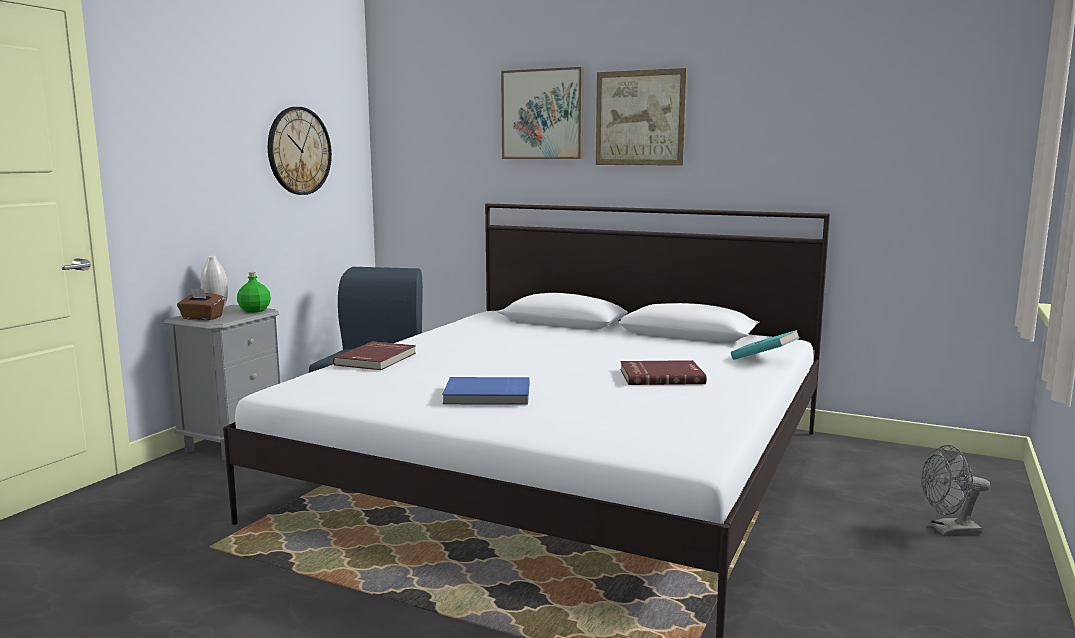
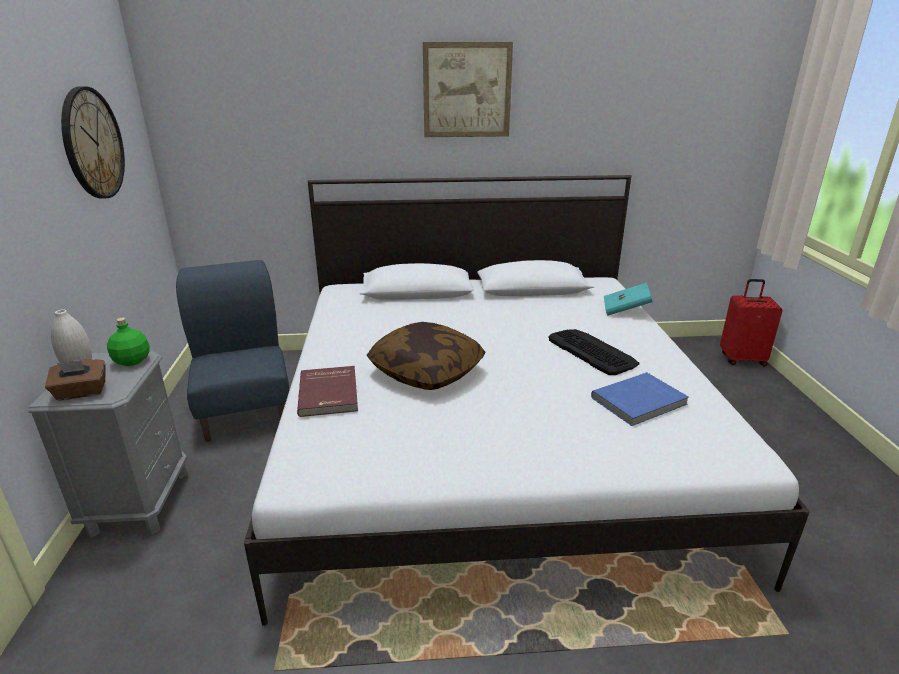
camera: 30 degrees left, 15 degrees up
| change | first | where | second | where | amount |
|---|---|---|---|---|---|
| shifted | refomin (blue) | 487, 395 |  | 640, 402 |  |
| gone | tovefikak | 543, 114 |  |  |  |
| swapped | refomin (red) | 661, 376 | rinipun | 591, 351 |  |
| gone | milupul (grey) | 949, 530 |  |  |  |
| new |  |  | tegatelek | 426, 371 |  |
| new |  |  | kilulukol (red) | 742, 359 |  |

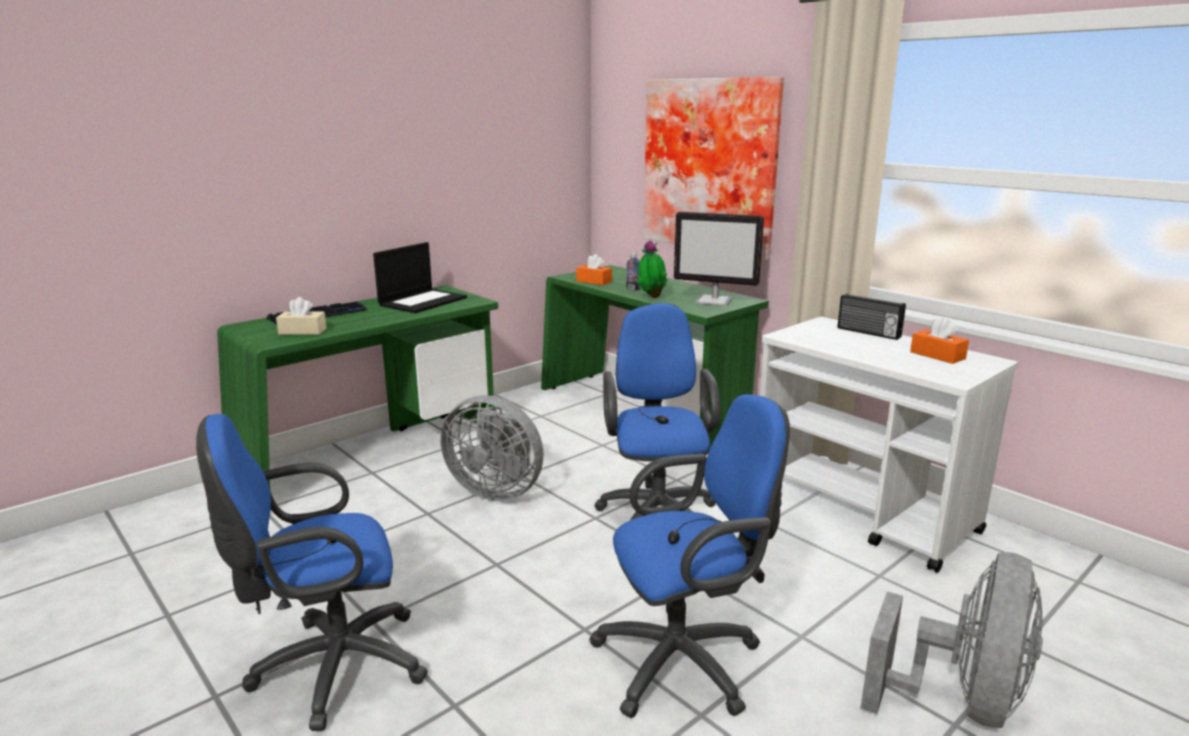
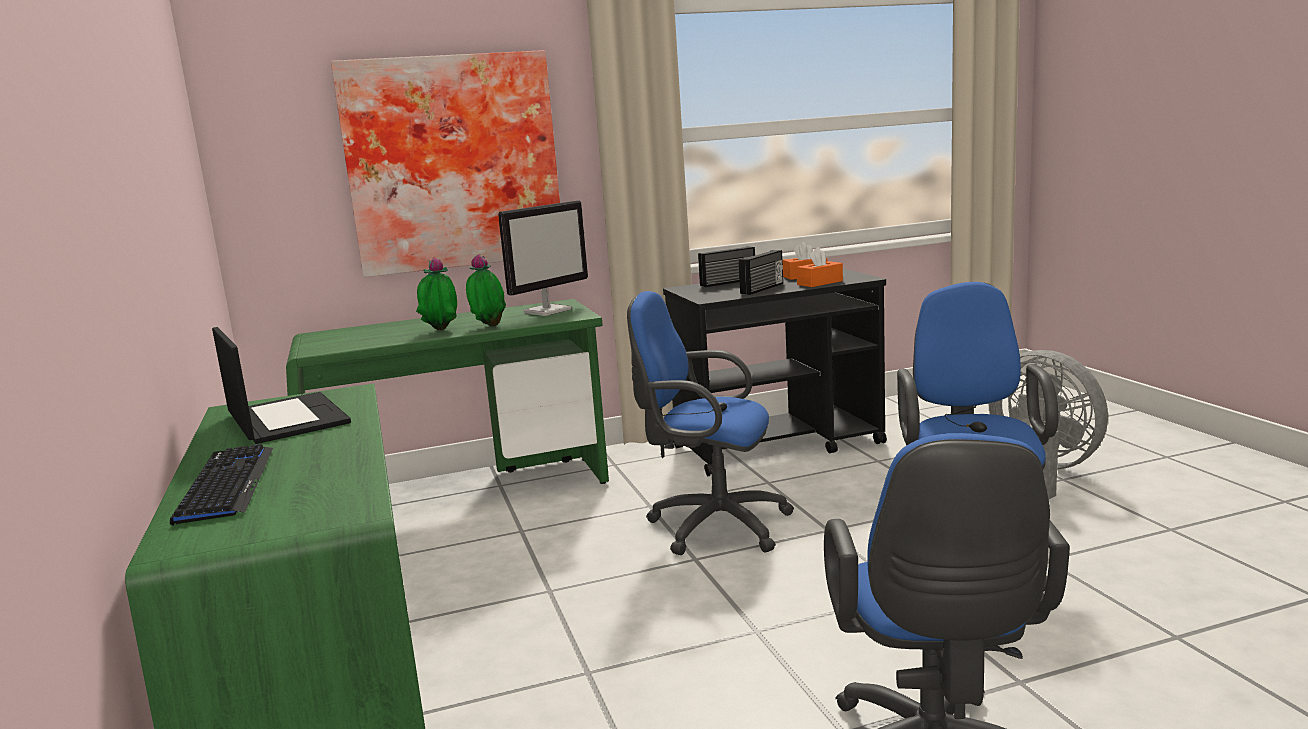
camera: 65 degrees left, 5 degrees down
| change | first | where | second | where | amount |
|---|---|---|---|---|---|
| gone | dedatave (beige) | 302, 331 |  |  |  |
| gone | milupul (grey) | 497, 490 |  |  |  |
| shifted | dedatave (orange) | 594, 281 |  | 820, 283 |  |
| swapped | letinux | 633, 289 | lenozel | 440, 331 |  |
| repainted | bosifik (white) | 863, 512 | bosifik (black) | 779, 445 |  |
| new |  |  | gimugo | 763, 288 |  |

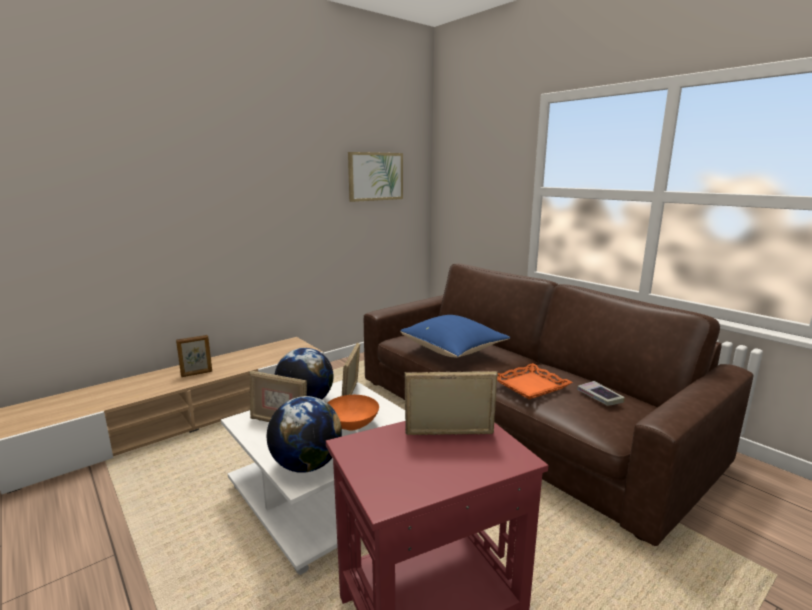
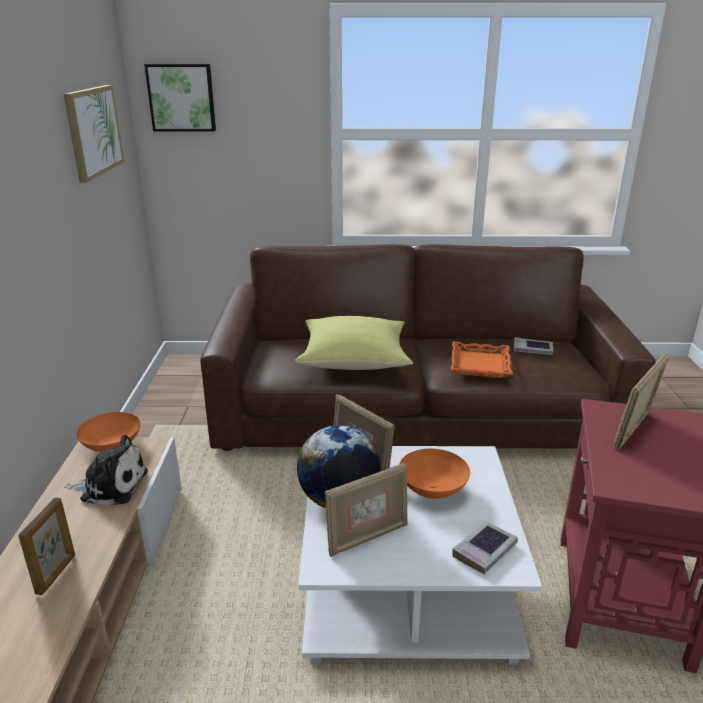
camera: 50 degrees left, 10 degrees up
| change | first | where | second | where | amount |
|---|---|---|---|---|---|
| swapped | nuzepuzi | 306, 465 | refomin | 484, 551 |  |
| repainted | tegatelek (blue) | 454, 351 | tegatelek (yellow) | 355, 361 |  |
| new |  |  | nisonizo | 111, 485 |  |
| new |  |  | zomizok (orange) | 113, 447 |  |
| new |  |  | tovefikak | 182, 97 |  |

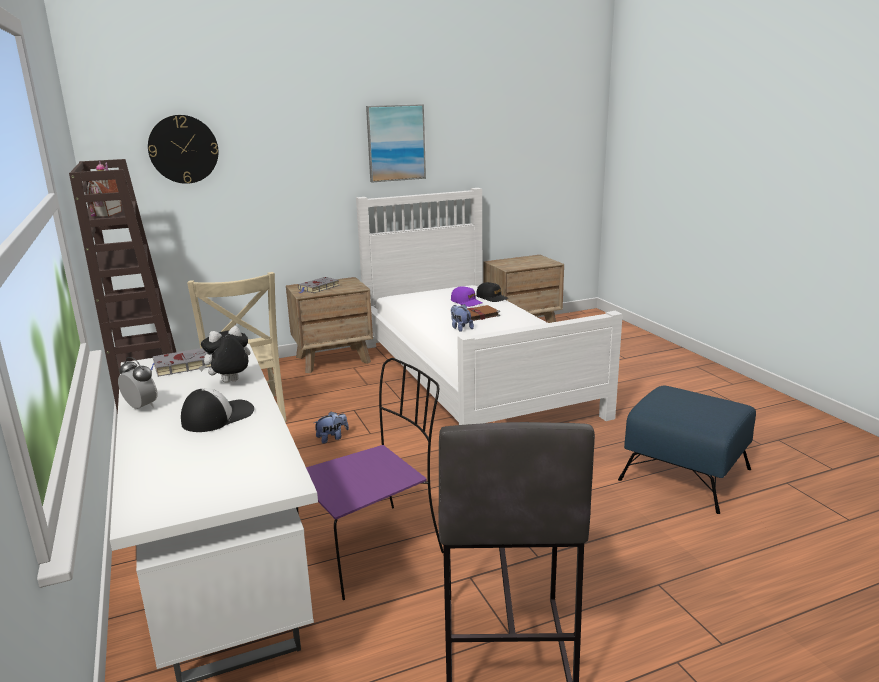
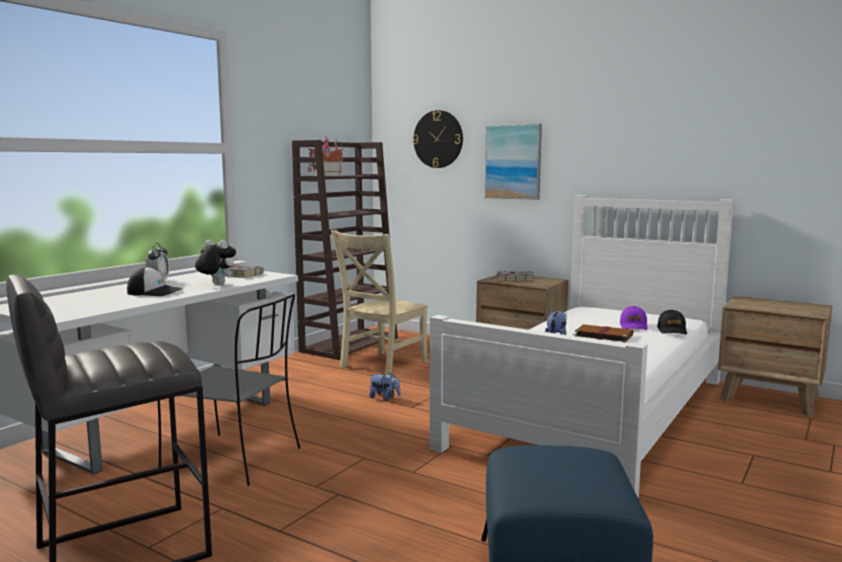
camera: 55 degrees right, 10 degrees down
| change | first | where | second | where | amount |
|---|---|---|---|---|---|
| repainted | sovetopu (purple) | 373, 548 | sovetopu (grey) | 235, 459 |  |
| shifted | tovefikak | 396, 143 |  | 513, 161 |  |

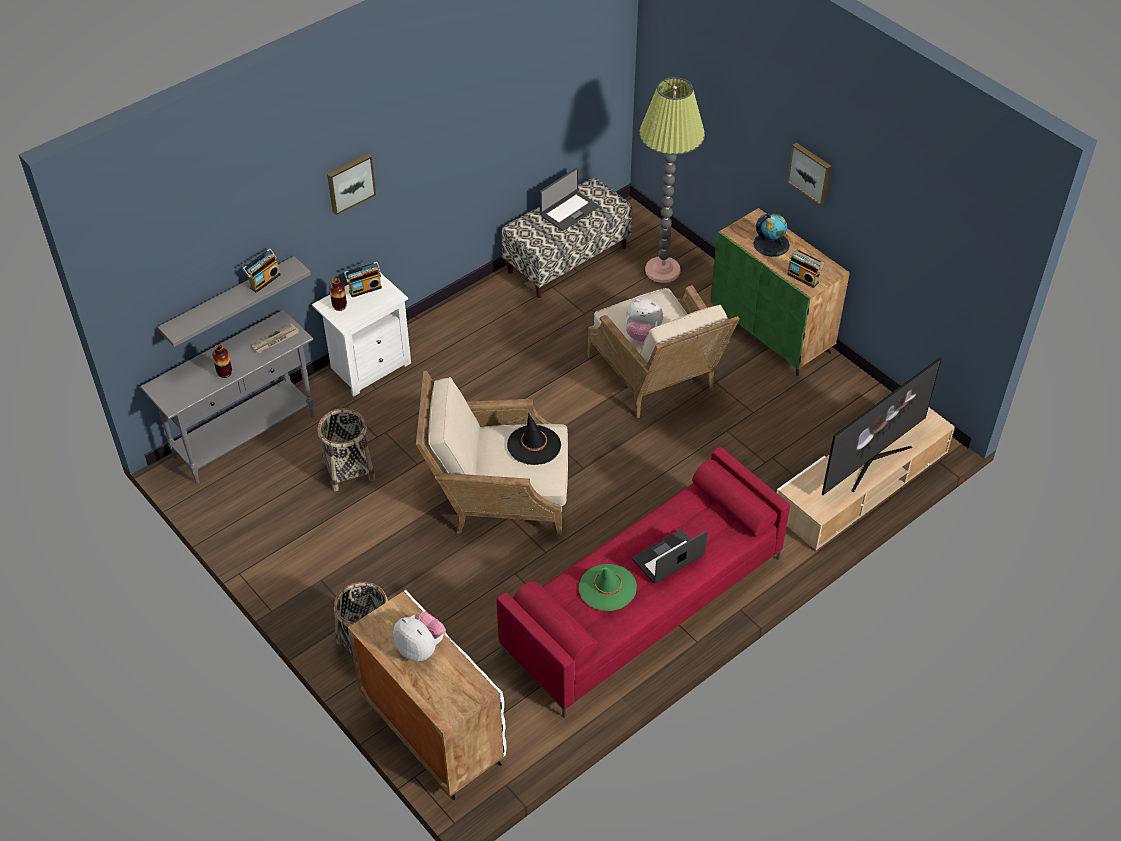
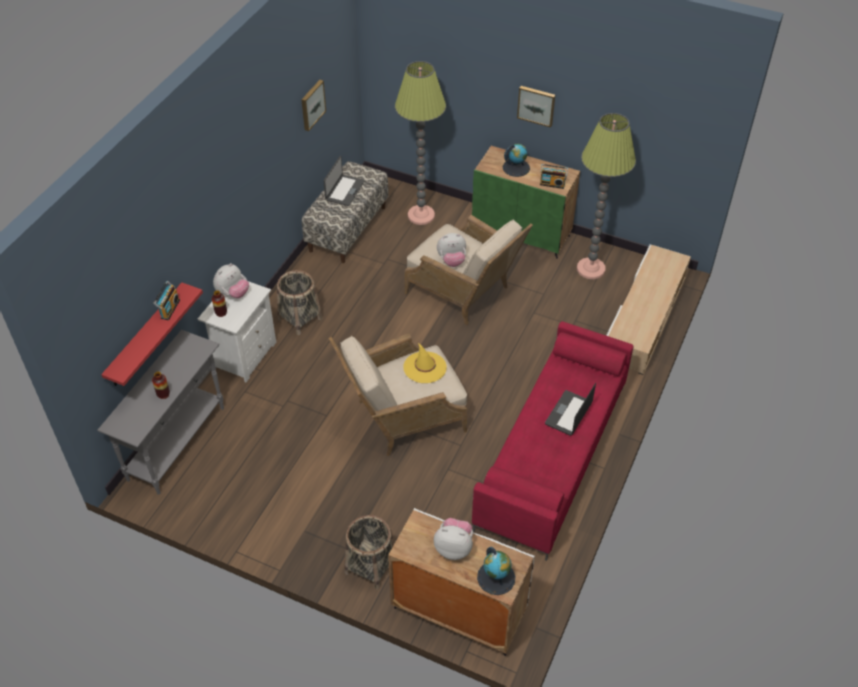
camera: 25 degrees left, 0 degrees up
| change | first | where | second | where | amount |
|---|---|---|---|---|---|
| repainted | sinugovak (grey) | 229, 302 | sinugovak (red) | 145, 336 |  |
| gone | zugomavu | 275, 340 |  |  |  |
| shifted | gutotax | 349, 470 |  | 300, 319 |  |
| shifted | tovefikak | 350, 182 |  | 312, 104 |  |
| swapped | gimugo | 364, 289 | nisonizo | 233, 293 |  |
| repainted | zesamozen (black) | 534, 445 | zesamozen (yellow) | 425, 367 |  |
| gone | zesamozen (green) | 607, 588 |  |  |  |
| gone | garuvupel | 871, 461 |  |  |  |
| new |  |  | nuzepuzi | 496, 577 |  |
| new |  |  | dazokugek | 591, 269 |  |

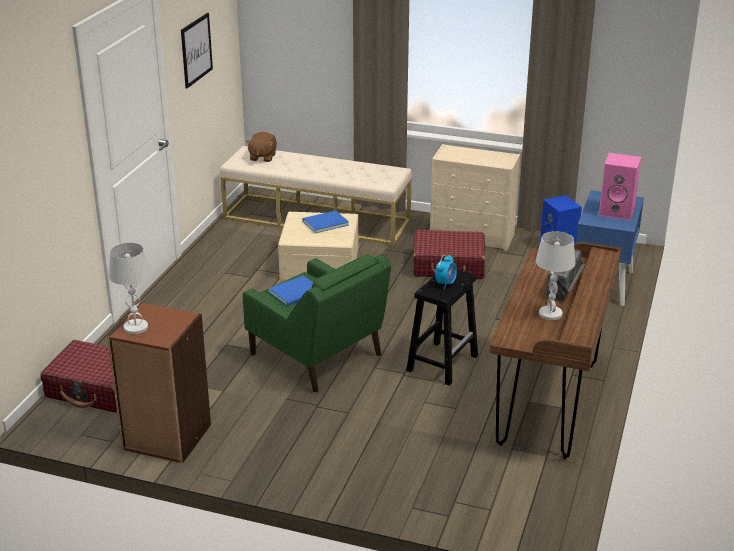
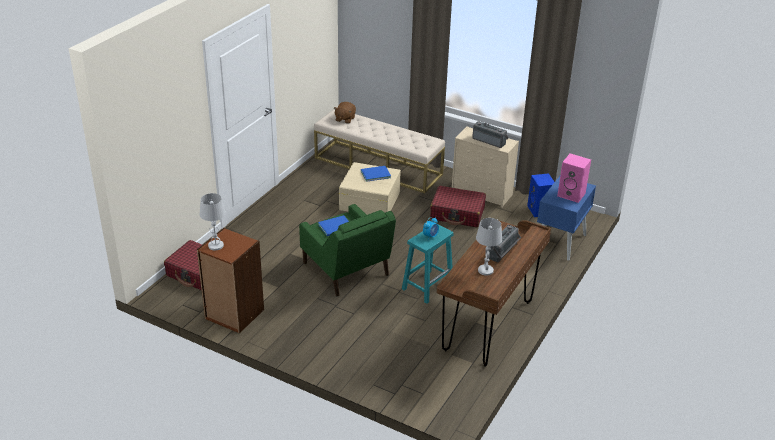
camera: 10 degrees right, 5 degrees up
| change | first | where | second | where | amount |
|---|---|---|---|---|---|
| gone | tovefikak | 196, 50 |  |  |  |
| repainted | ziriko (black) | 442, 362 | ziriko (turquoise) | 428, 286 |  |
| new |  |  | gimugo | 489, 141 |  |

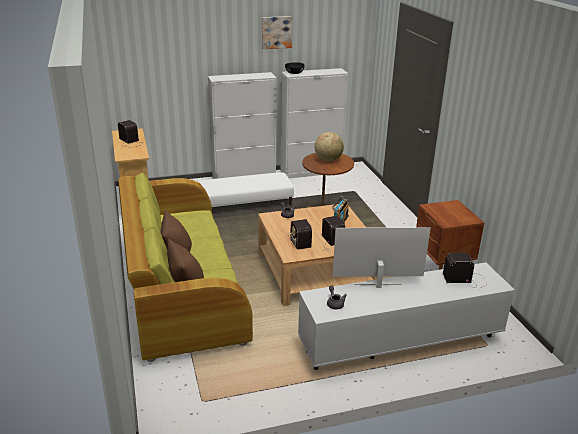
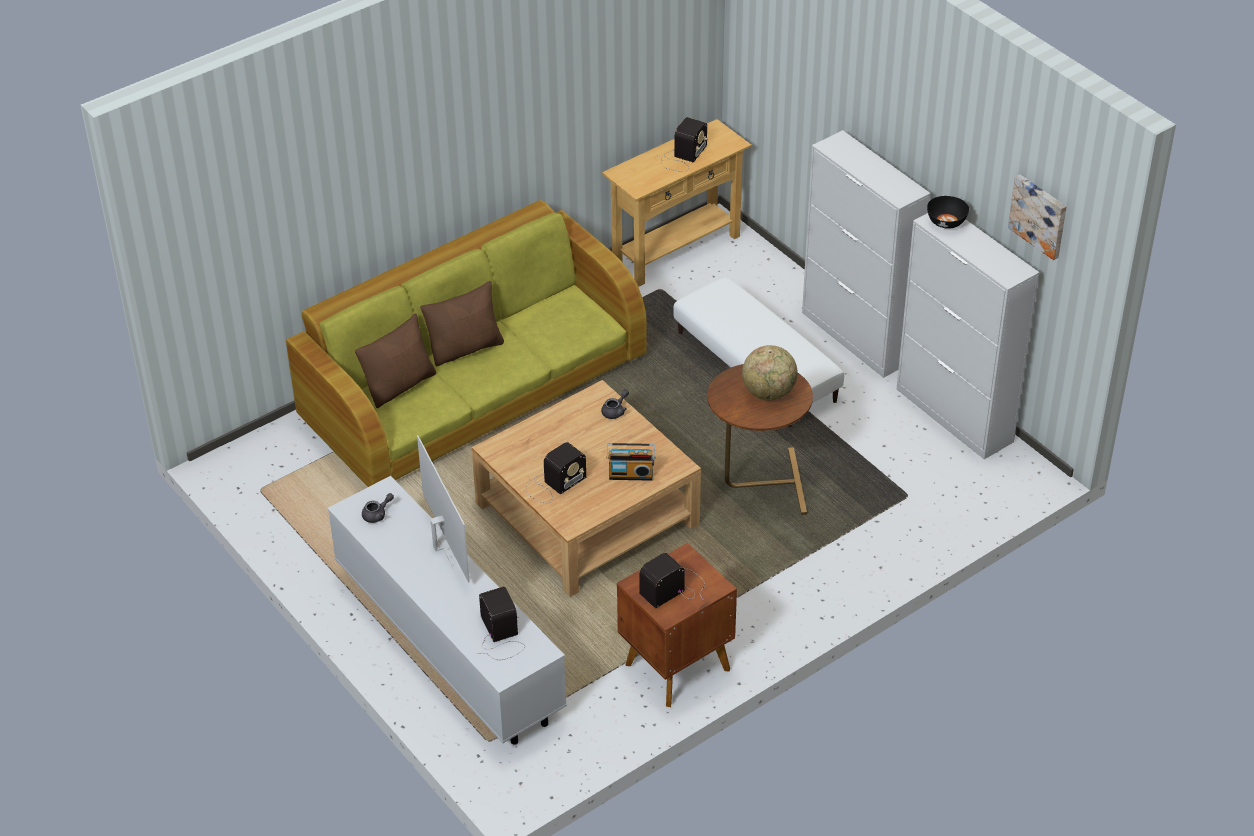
camera: 70 degrees right, 15 degrees up
| change | first | where | second | where | amount |
|---|---|---|---|---|---|
| shifted | tovefikak | 276, 32 |  | 1039, 215 |  |
| shifted | gimugo | 299, 239 |  | 674, 587 |  |

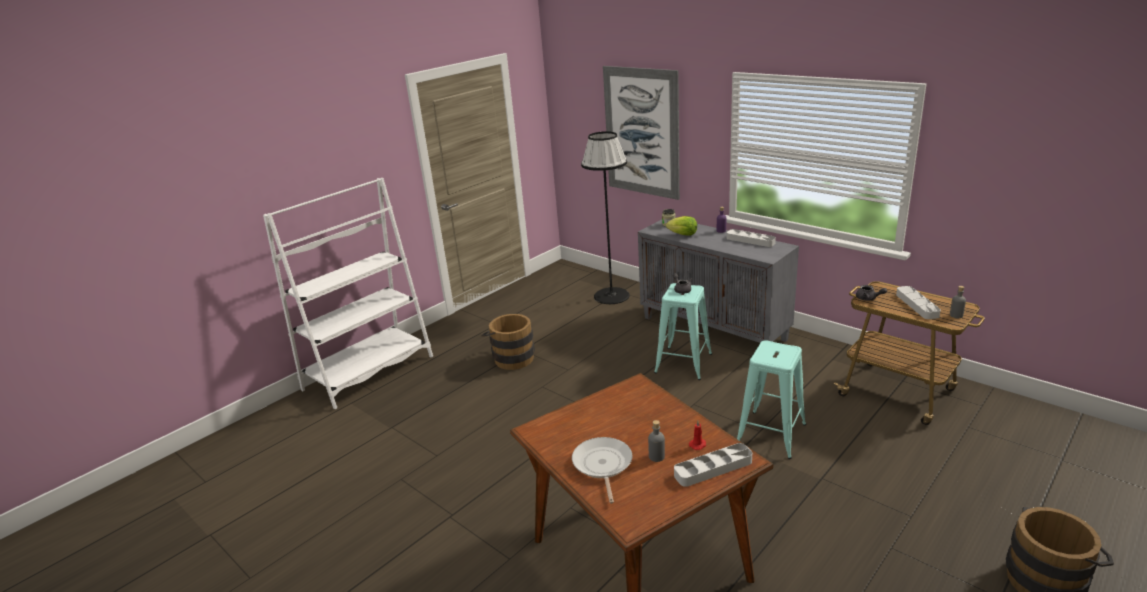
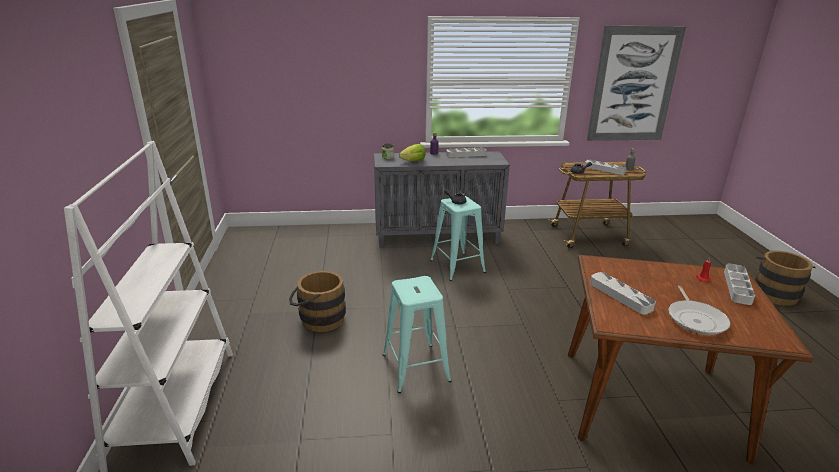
camera: 50 degrees left, 0 degrees up
| change | first | where | second | where | amount |
|---|---|---|---|---|---|
| rotated | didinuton | 602, 465 |  | 695, 319 | 120 degrees counterclockwise |
| gone | dazokugek (black) | 611, 296 |  |  |  |
| shifted | tovefikak | 641, 132 |  | 633, 85 |  |
| gone | letinux (grey) | 656, 456 |  |  |  |
| shifted | ziriko (turquoise) | 771, 434 |  | 415, 367 |  |
| new |  |  | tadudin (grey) | 620, 296 |  |

